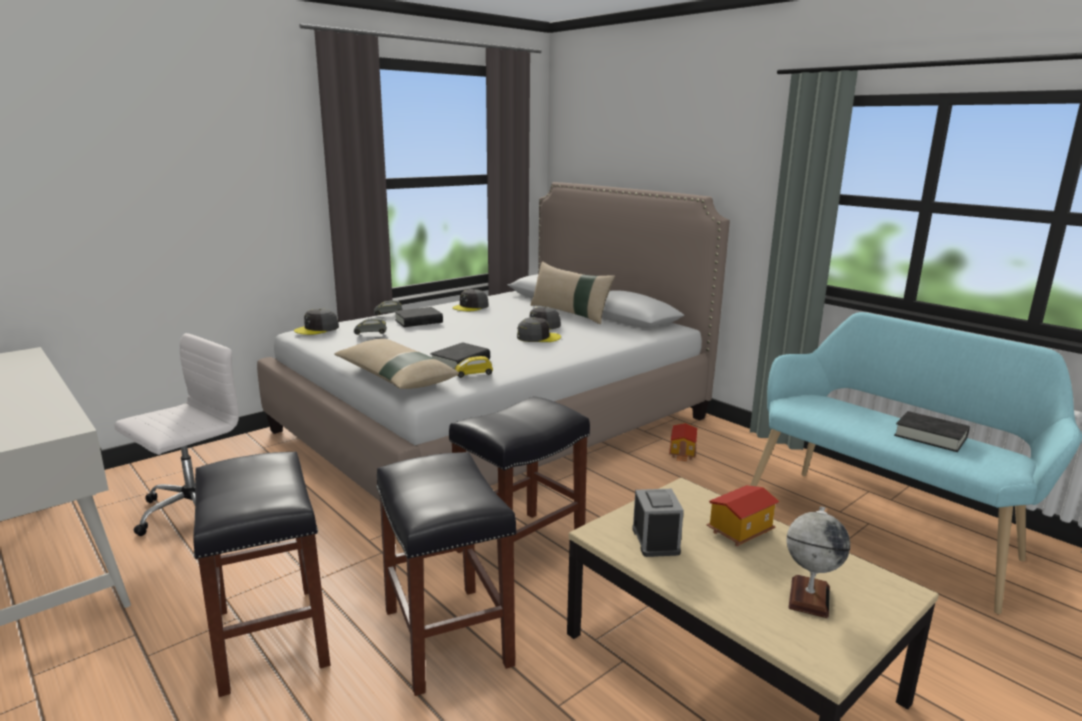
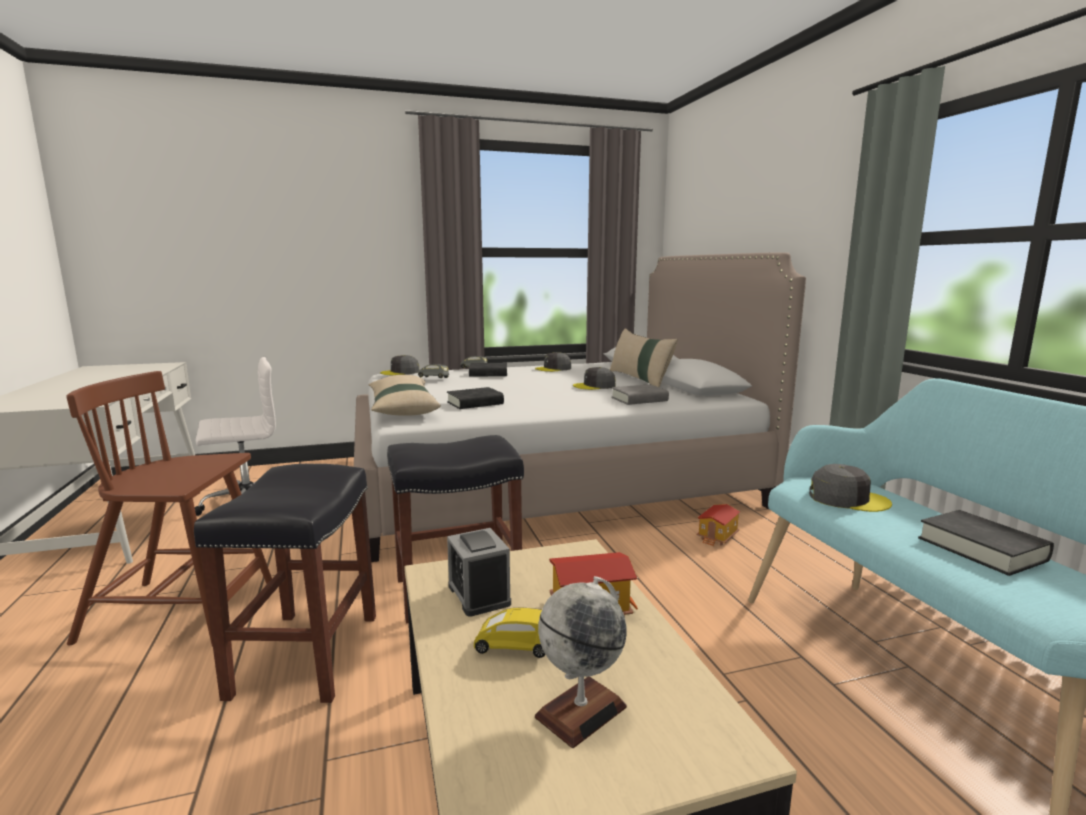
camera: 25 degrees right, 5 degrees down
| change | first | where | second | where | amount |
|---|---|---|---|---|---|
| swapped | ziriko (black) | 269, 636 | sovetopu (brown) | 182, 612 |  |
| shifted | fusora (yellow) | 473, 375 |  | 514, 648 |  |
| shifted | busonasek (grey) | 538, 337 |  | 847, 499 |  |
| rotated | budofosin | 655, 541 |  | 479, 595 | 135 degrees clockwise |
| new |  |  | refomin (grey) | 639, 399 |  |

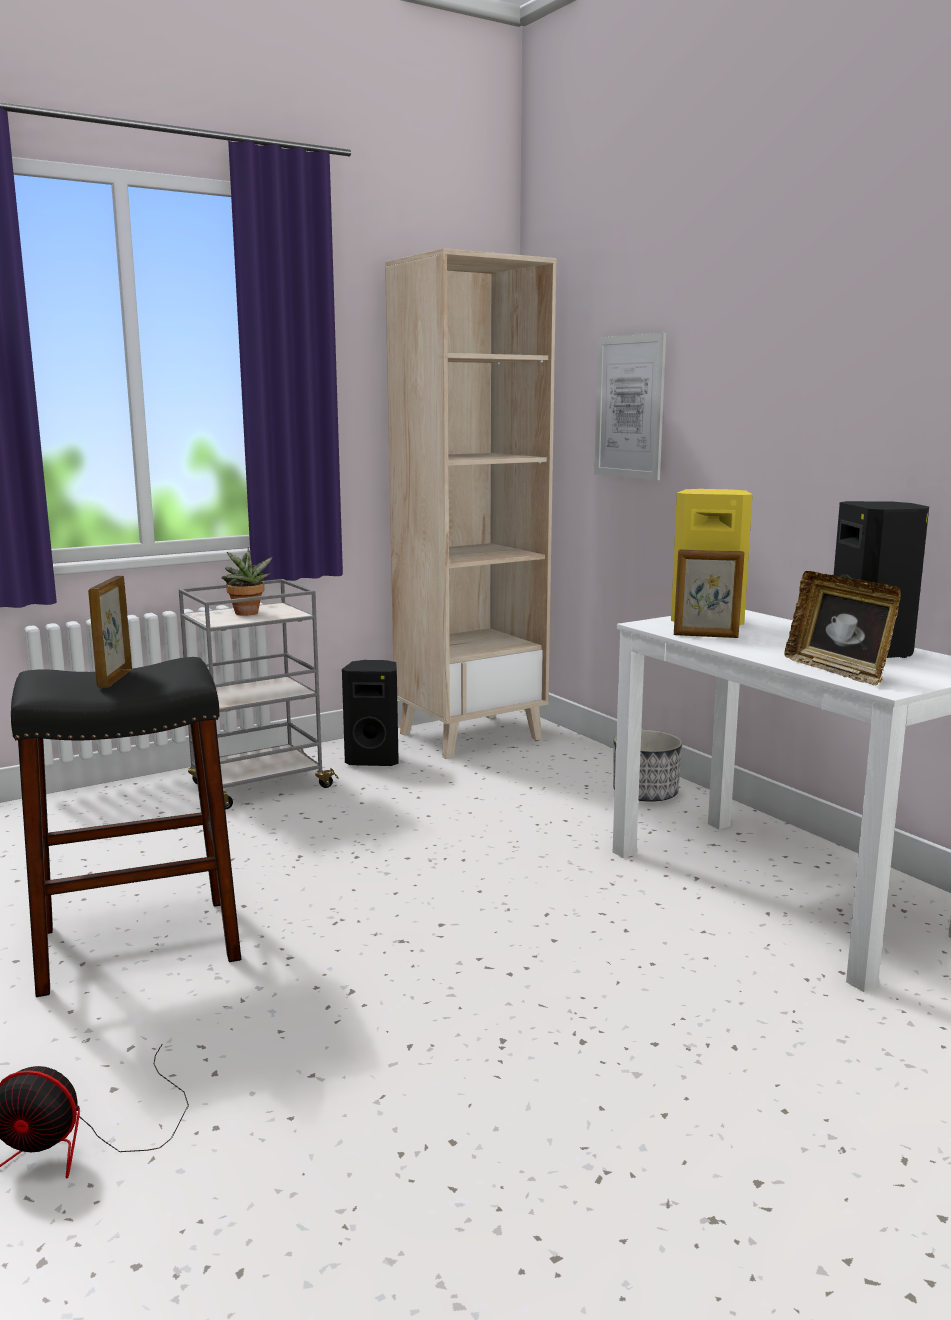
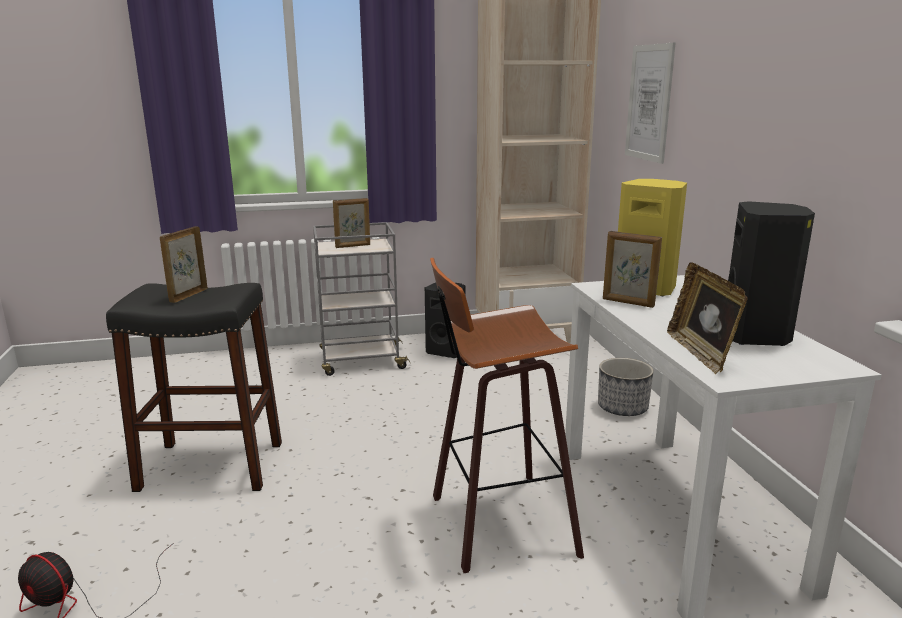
camera: 20 degrees right, 5 degrees up
| change | first | where | second | where | amount |
|---|---|---|---|---|---|
| swapped | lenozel | 247, 614 | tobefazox | 353, 246 |  |
| new |  |  | ziriko | 497, 523 |  |

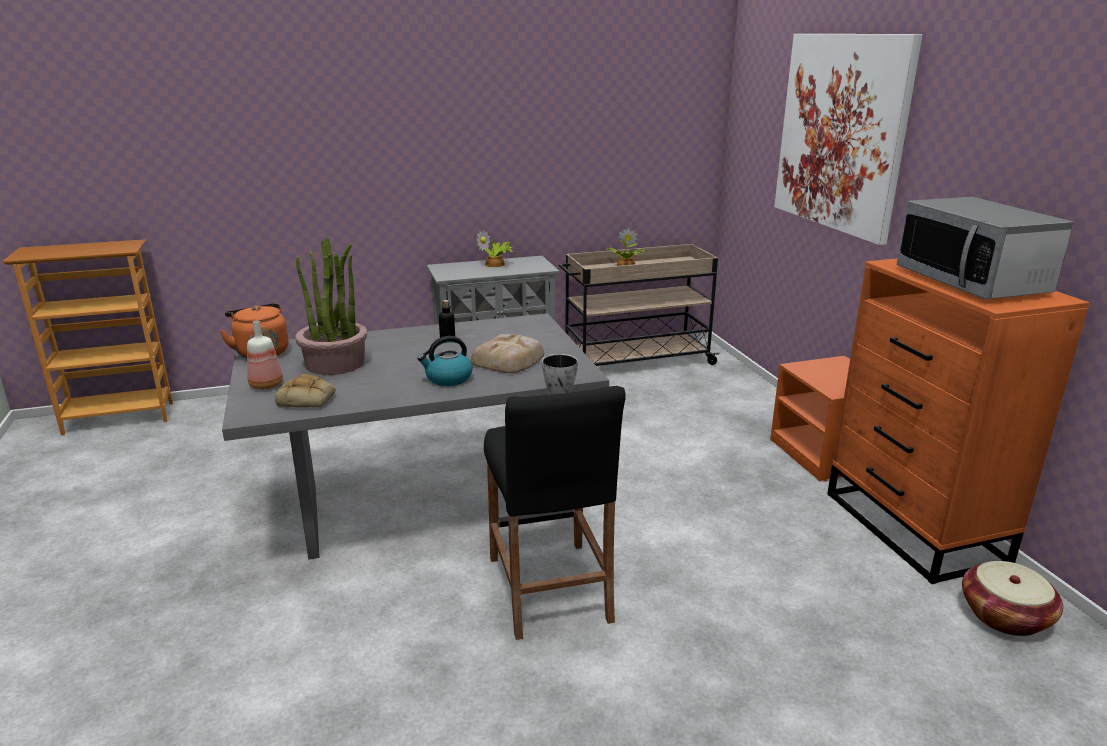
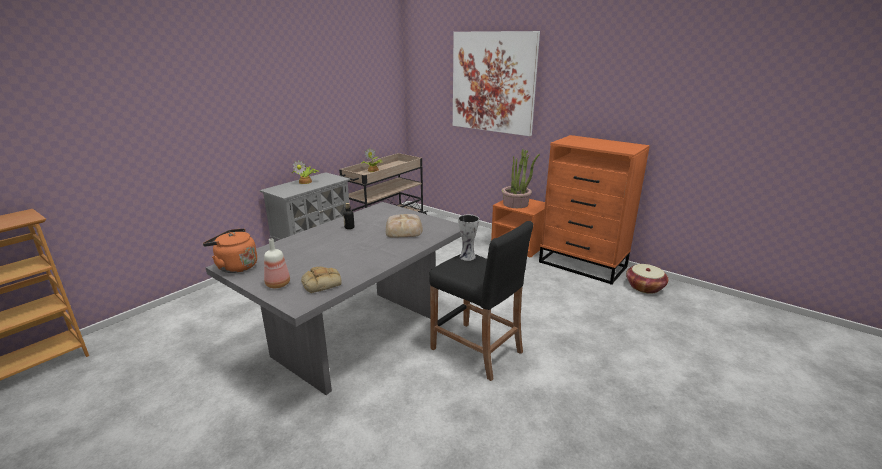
camera: 35 degrees left, 0 degrees up
| change | first | where | second | where | amount |
|---|---|---|---|---|---|
| shifted | lenozel | 335, 363 |  | 516, 204 |  |
| gone | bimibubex | 448, 379 |  |  |  |
| gone | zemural | 971, 282 |  |  |  |

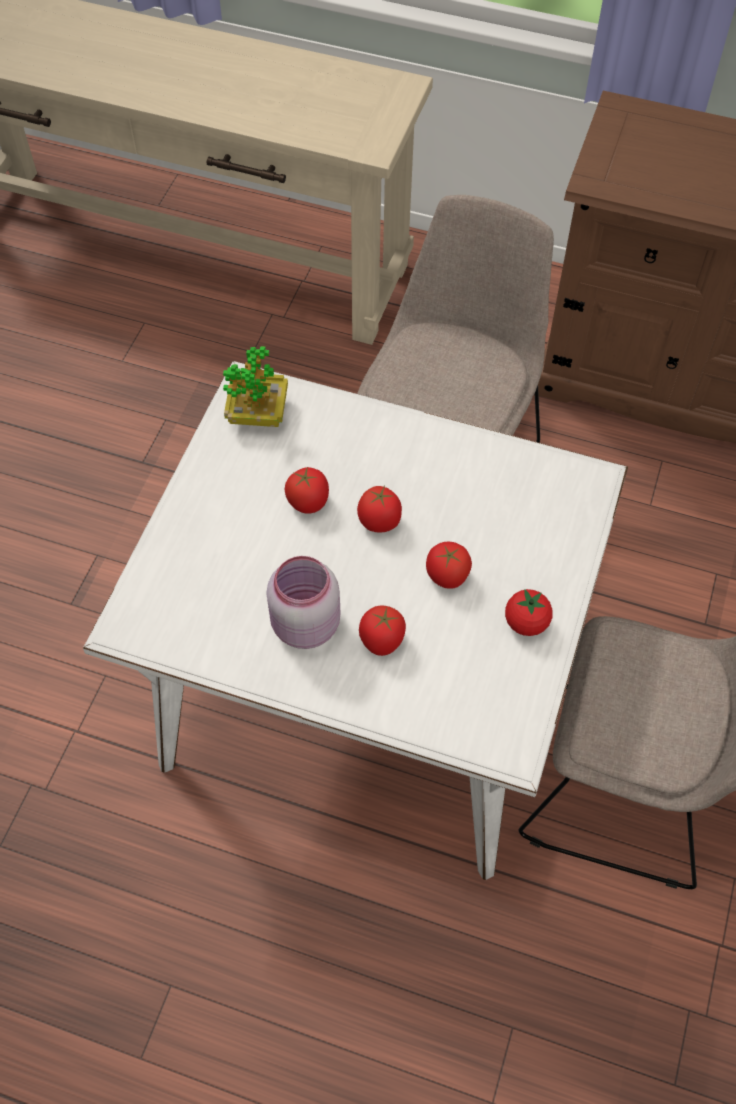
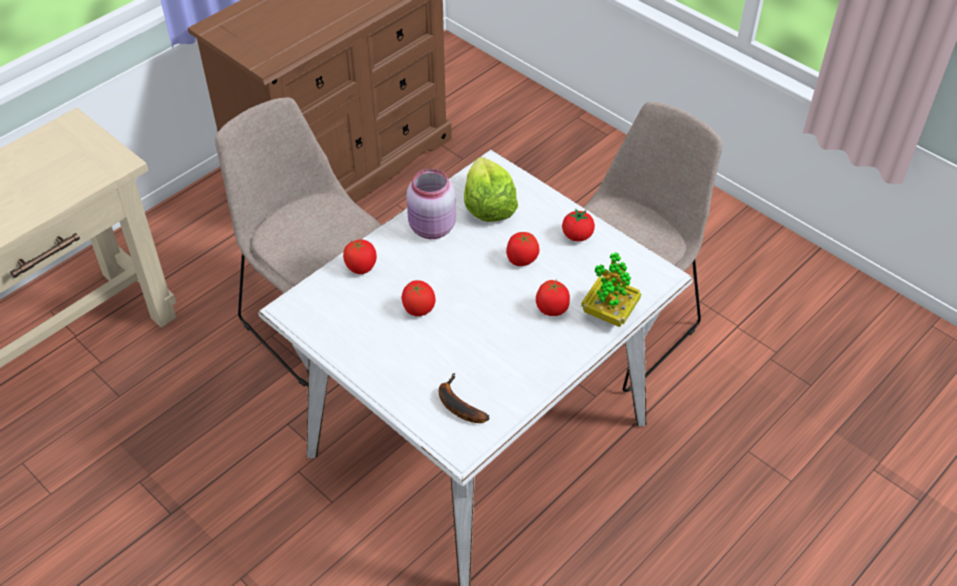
camera: 65 degrees left, 10 degrees down
| change | first | where | second | where | amount |
|---|---|---|---|---|---|
| shifted | lenozel | 258, 413 |  | 609, 312 |  |
| shifted | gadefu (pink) | 303, 625 |  | 432, 228 |  |
| shifted | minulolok | 380, 521 |  | 361, 267 |  |
| new |  |  | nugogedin | 457, 405 |  |
| new |  |  | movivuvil | 488, 206 |  |

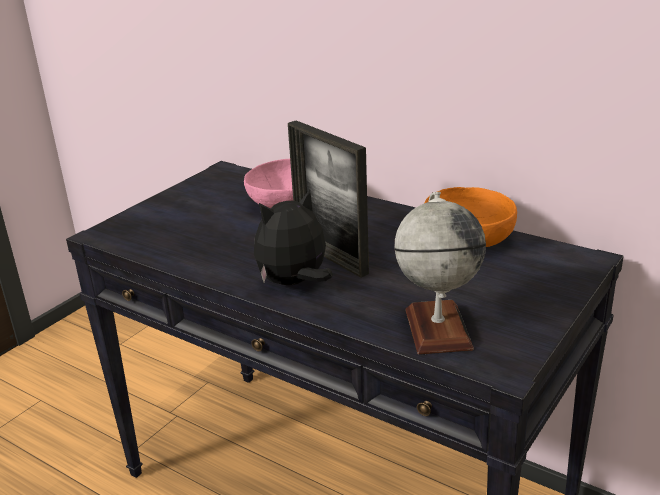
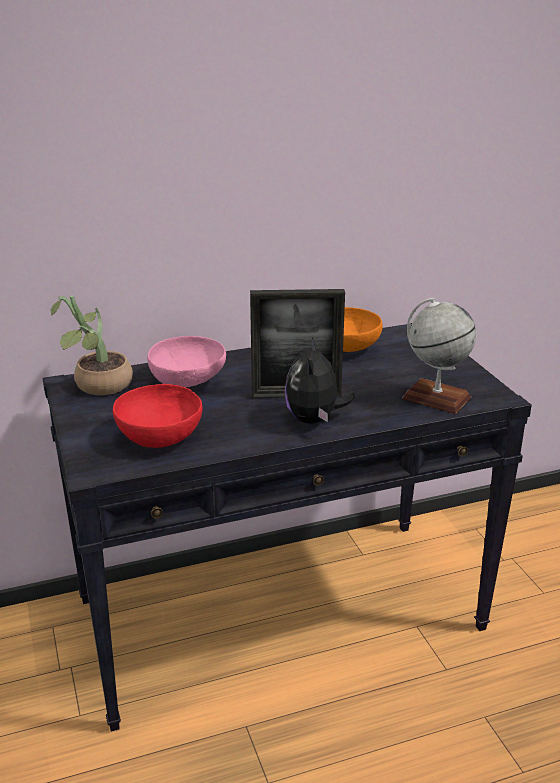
camera: 55 degrees left, 0 degrees up
| change | first | where | second | where | amount |
|---|---|---|---|---|---|
| new |  |  | lenozel | 97, 386 |  |
| new |  |  | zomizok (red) | 159, 436 |  |

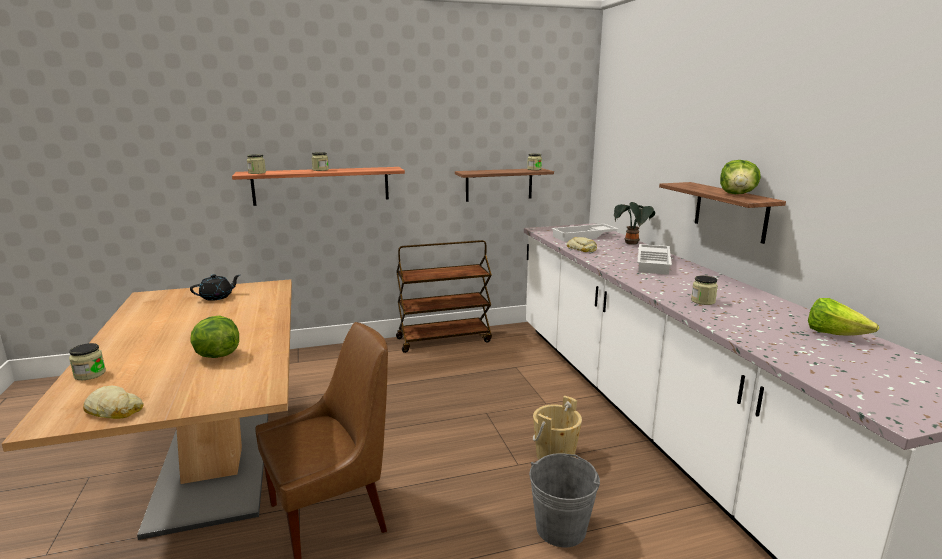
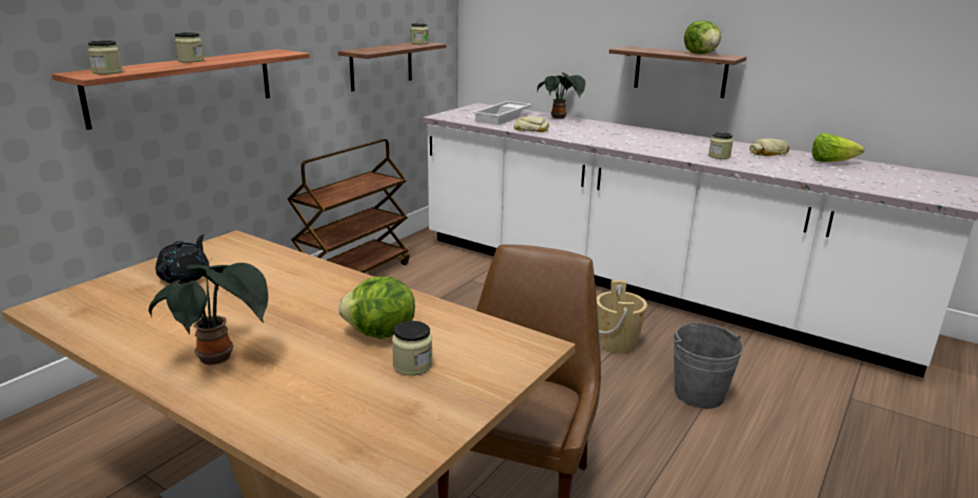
camera: 40 degrees left, 5 degrees up
| change | first | where | second | where | amount |
|---|---|---|---|---|---|
| shifted | gadefu | 90, 374 |  | 412, 365 |  |
| shifted | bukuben | 114, 410 |  | 769, 153 |  |
| gone | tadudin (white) | 654, 263 |  |  |  |
| new |  |  | lenozel | 219, 359 |  |

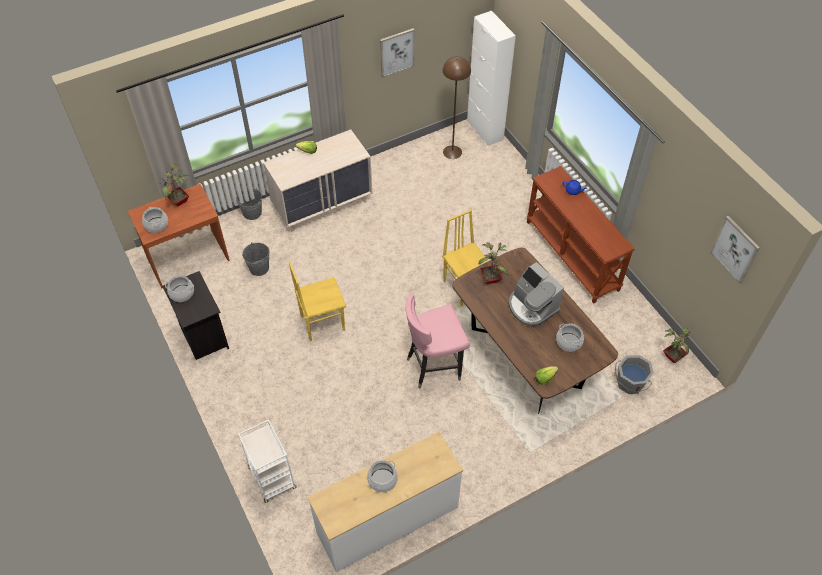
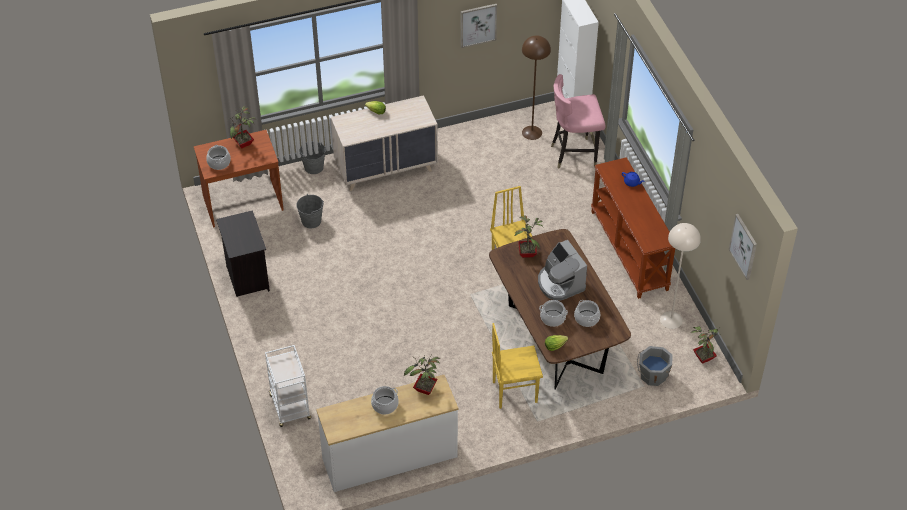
camera: 10 degrees right, 5 degrees down
| change | first | where | second | where | amount |
|---|---|---|---|---|---|
| shifted | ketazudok | 182, 293 |  | 553, 318 |  |
| shifted | sovetopu (yellow) | 322, 322 |  | 514, 391 |  |
| shifted | sovetopu (pink) | 434, 366 |  | 574, 154 |  |
| new |  |  | lenozel | 425, 390 |  |
| new |  |  | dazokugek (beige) | 671, 320 |  |

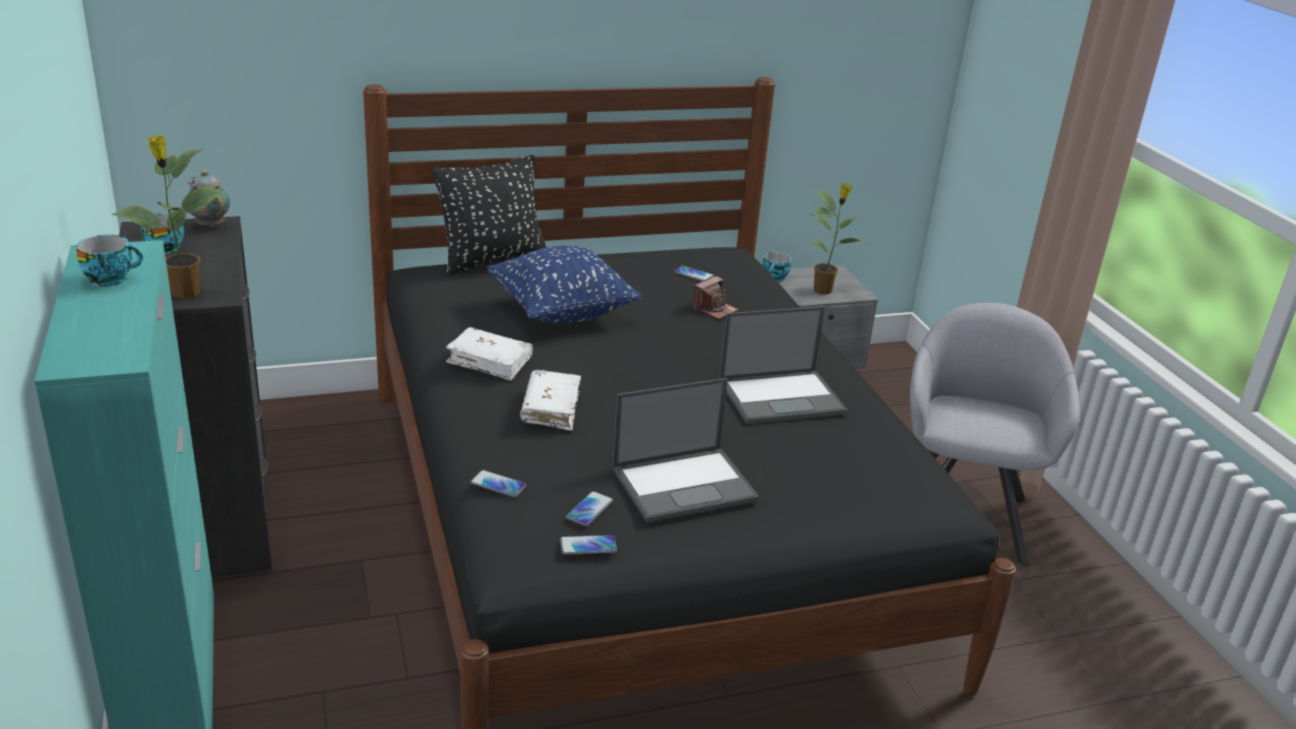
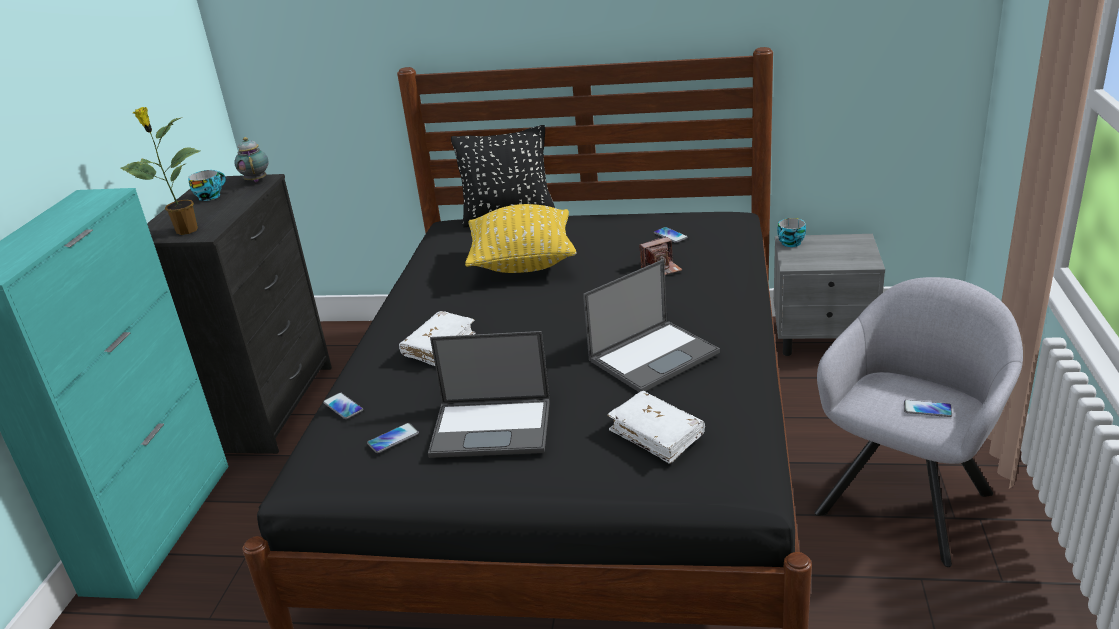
camera: 30 degrees right, 0 degrees up
| change | first | where | second | where | amount |
|---|---|---|---|---|---|
| gone | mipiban | 111, 278 |  |  |  |
| shifted | refomin (white) | 490, 362 |  | 656, 434 |  |
| repainted | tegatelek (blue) | 561, 312 | tegatelek (yellow) | 523, 263 |  |
| shifted | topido | 588, 546 |  | 927, 409 |  |
| rotated | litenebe | 782, 397 |  | 654, 355 | 45 degrees counterclockwise |
| gone | lenozel | 824, 290 |  |  |  |

